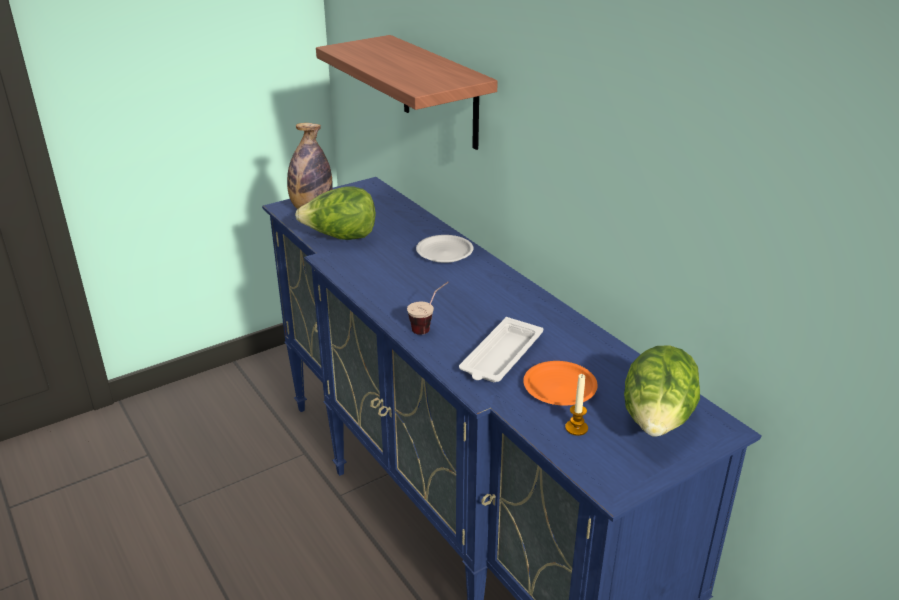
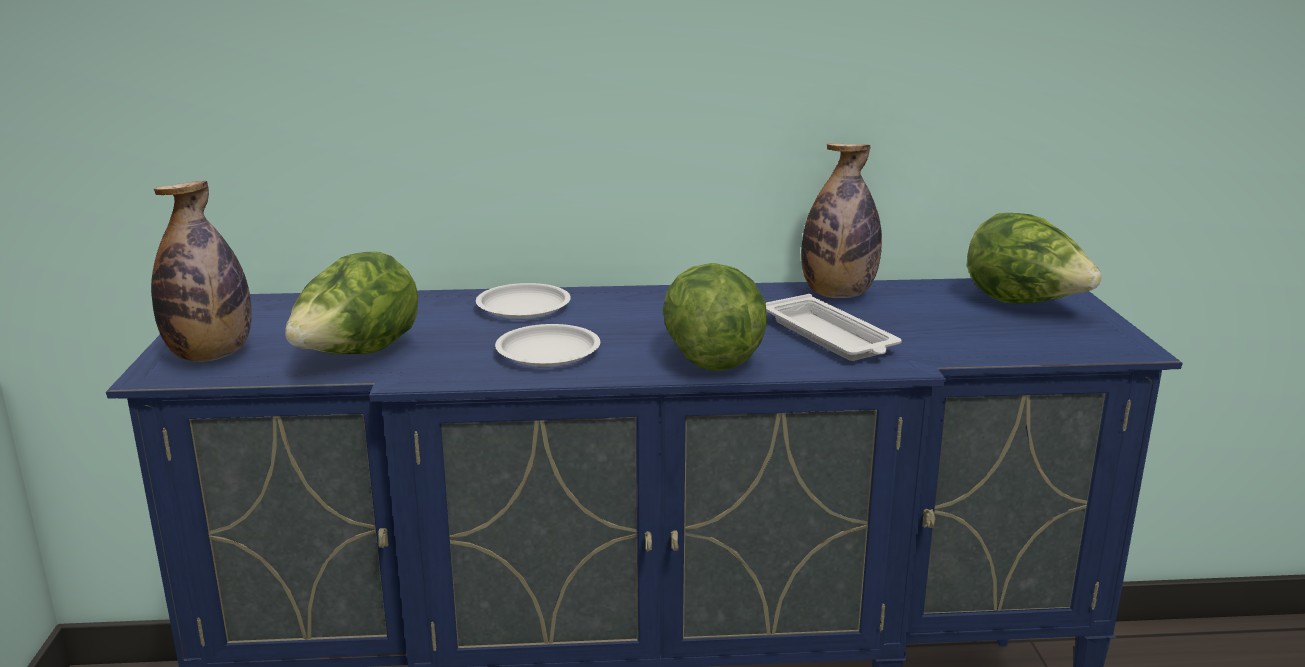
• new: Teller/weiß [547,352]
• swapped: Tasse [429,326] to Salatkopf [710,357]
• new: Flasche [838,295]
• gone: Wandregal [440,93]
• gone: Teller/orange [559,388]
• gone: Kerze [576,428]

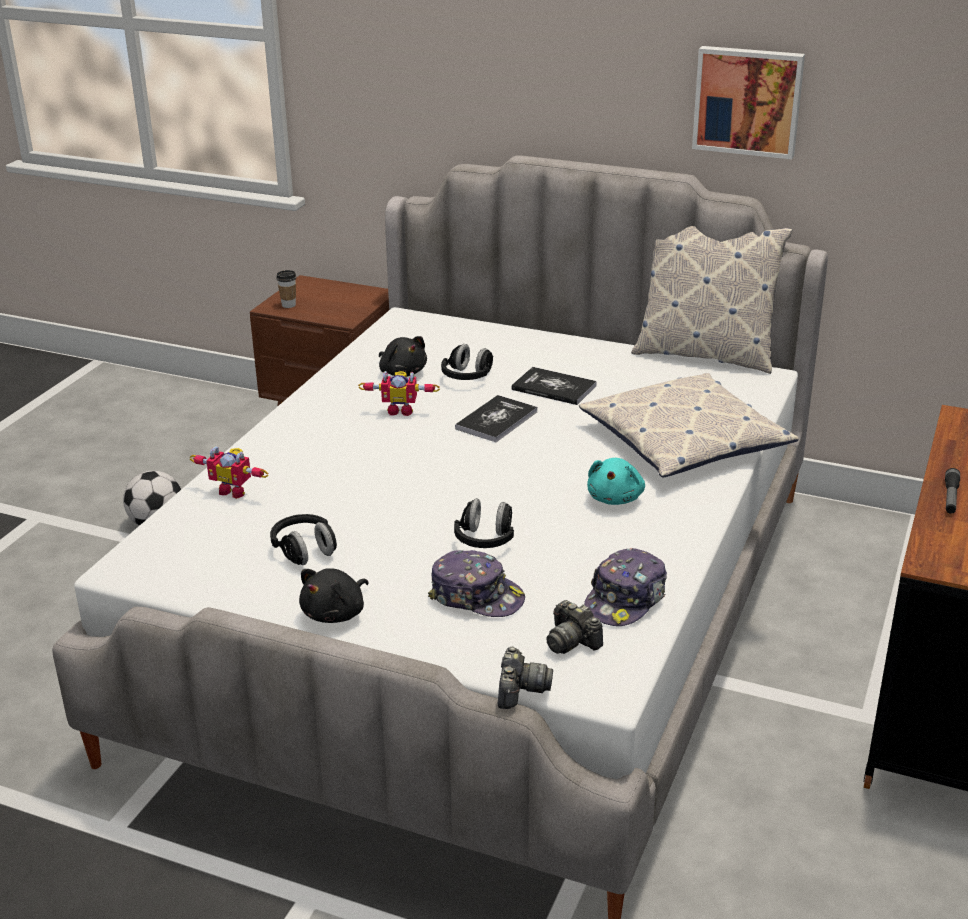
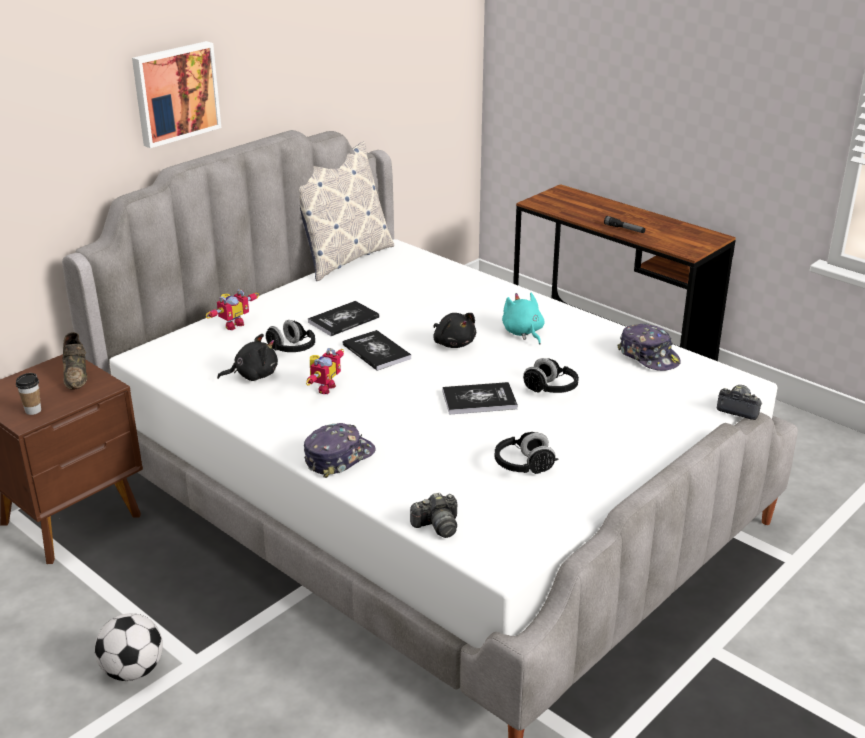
• new: Schuh/braun [76,375]
• shifted: Bild [748,101] to [175,93]
• shifted: Spielzeugroboter [234,490] to [232,324]
• shifted: Kappe [476,596] to [338,457]
• shifted: Kamera [572,641] to [437,526]
• shifted: Plüschtier/schwarz [336,613] to [453,343]
• new: Buch [479,400]
• rotated: Plüschtier/türkis [615,498] = [523,333] 150 degrees counterclockwise
• gone: Kissen [685,440]

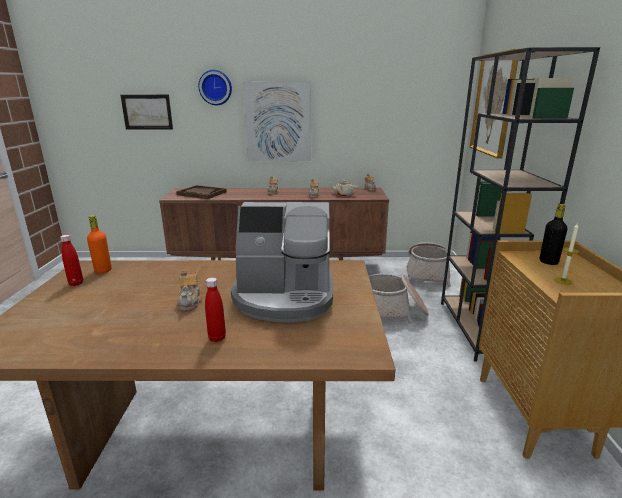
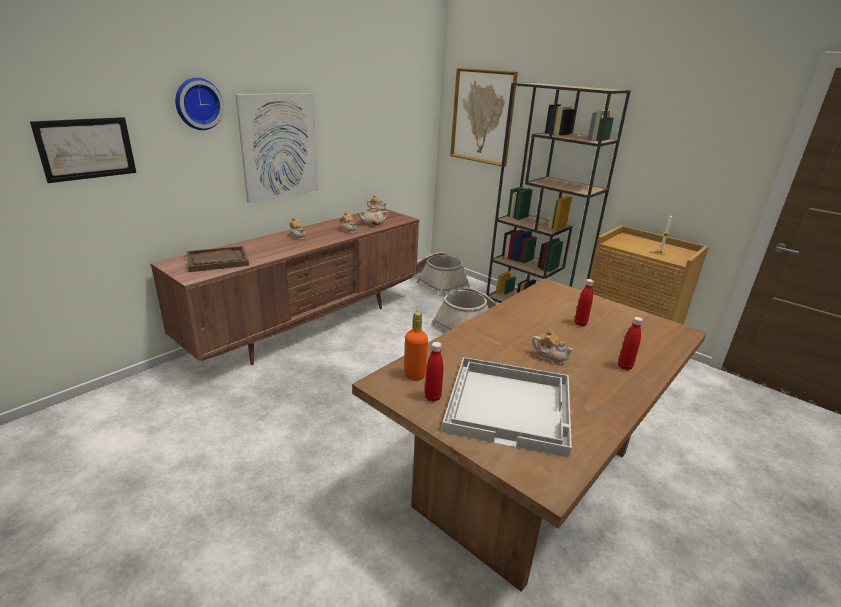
• new: Tablett/weiß [510,405]
• swapped: Kaffeemaschine [284,297] to Flasche/rot [580,323]
• gone: Flasche/schwarz [548,262]

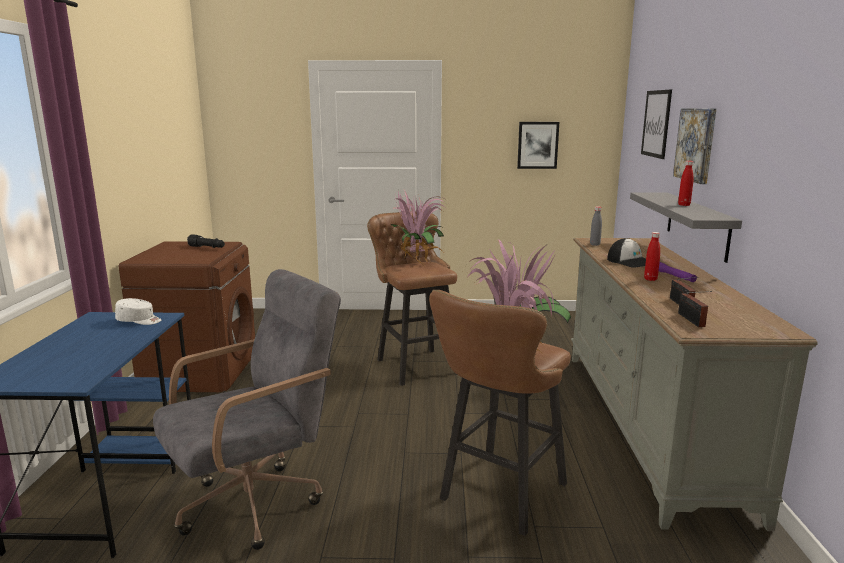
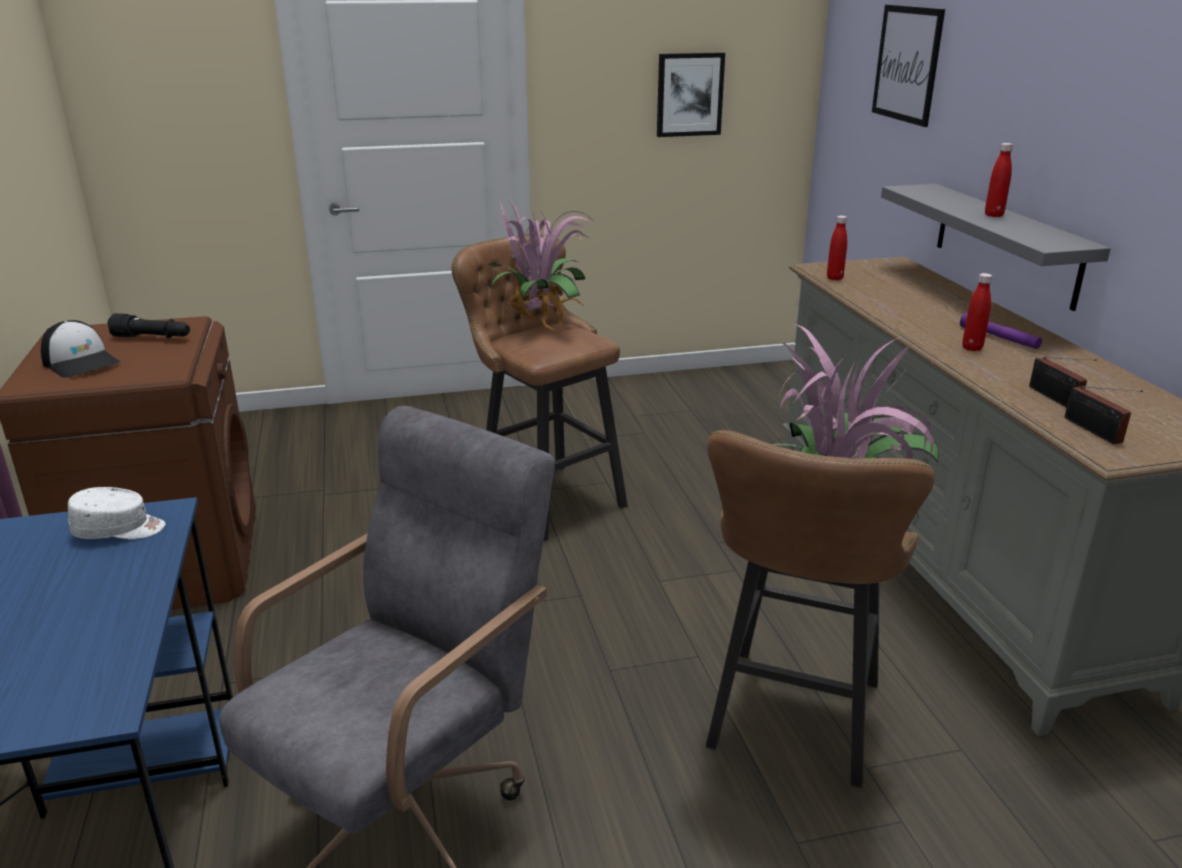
• shifted: Kappe [631,262] to [81,362]
• repainted: Flasche/grau [595,244] to Flasche/rot [834,278]
• gone: Bild [696,144]

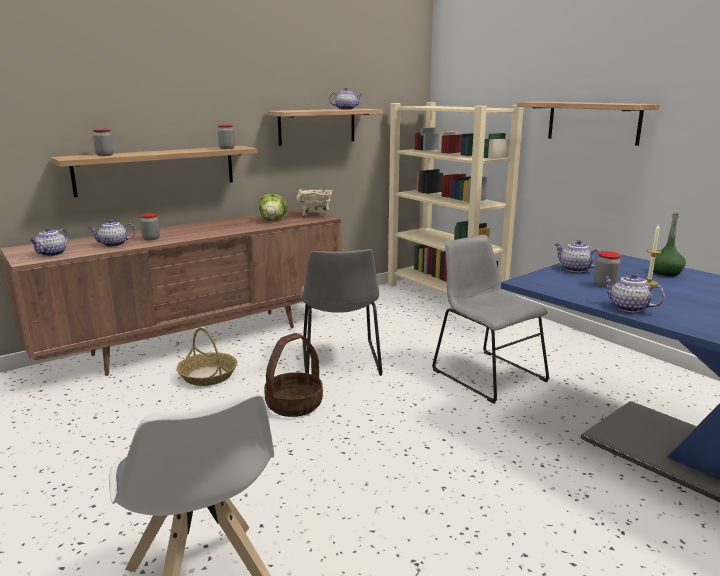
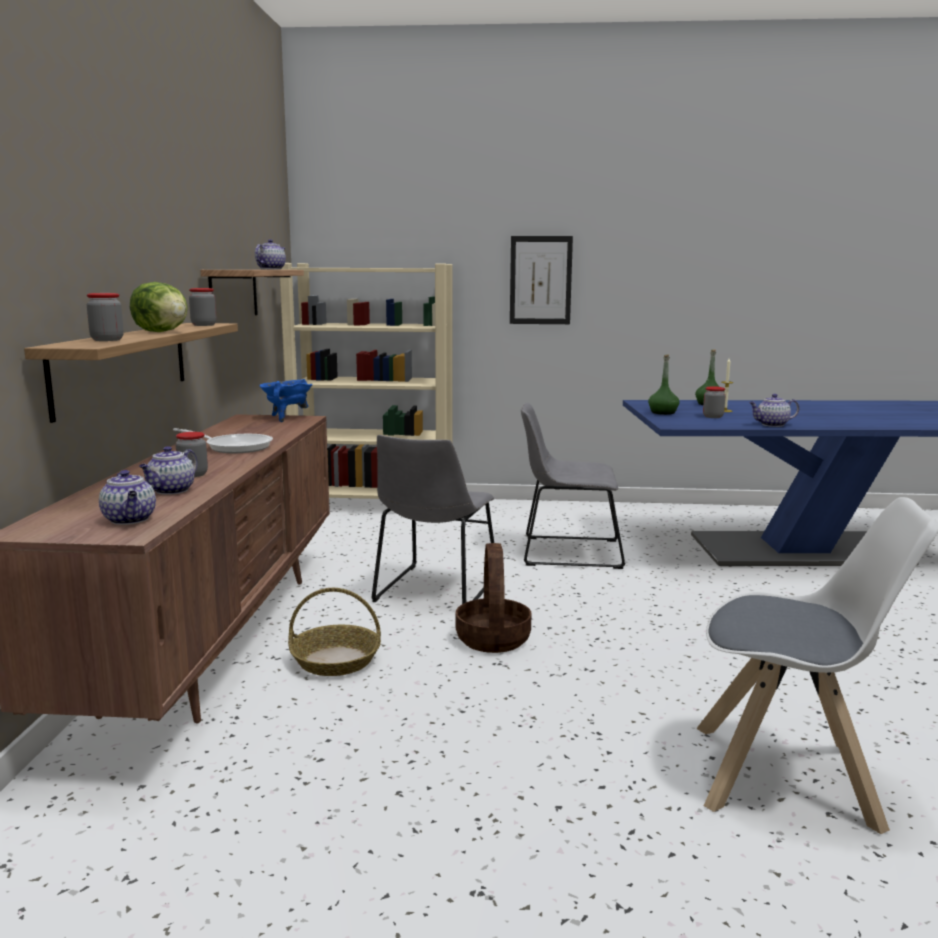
• shifted: Salatkopf [273,220] to [162,332]
• new: Pfanne [234,447]
• repainted: Kochtopf/beige [316,215] to Kochtopf/blau [286,418]
• rotated: Stuhl/grau [340,361] = [434,591] 75 degrees clockwise
• swapped: Wandregal [593,122] to Bild [540,280]
• swapped: Teekanne [575,269] to Flasche/grün [663,412]

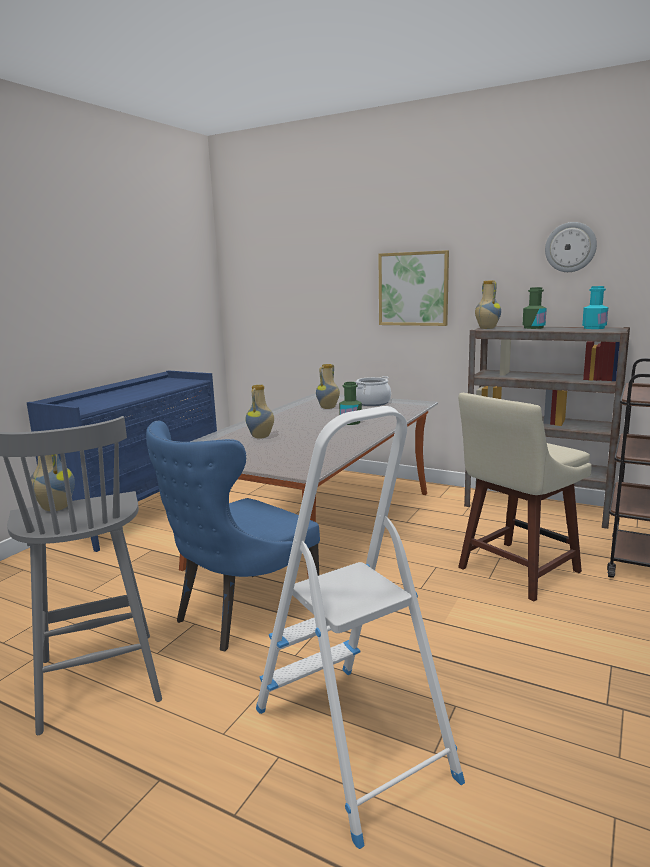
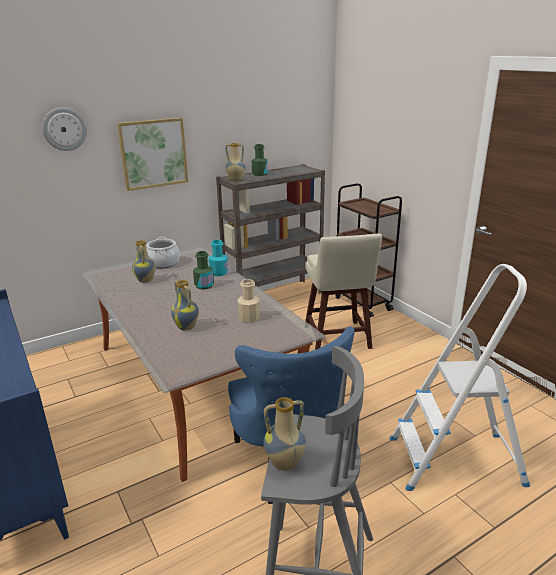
• shifted: Wanduhr [570,247] to [64,129]
• shifted: Flasche/türkis [594,328] to [219,272]
• new: Flasche/beige [249,318]

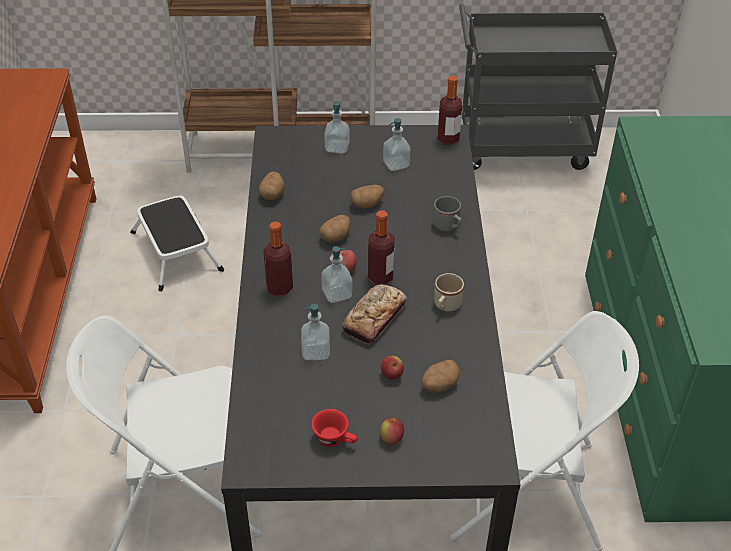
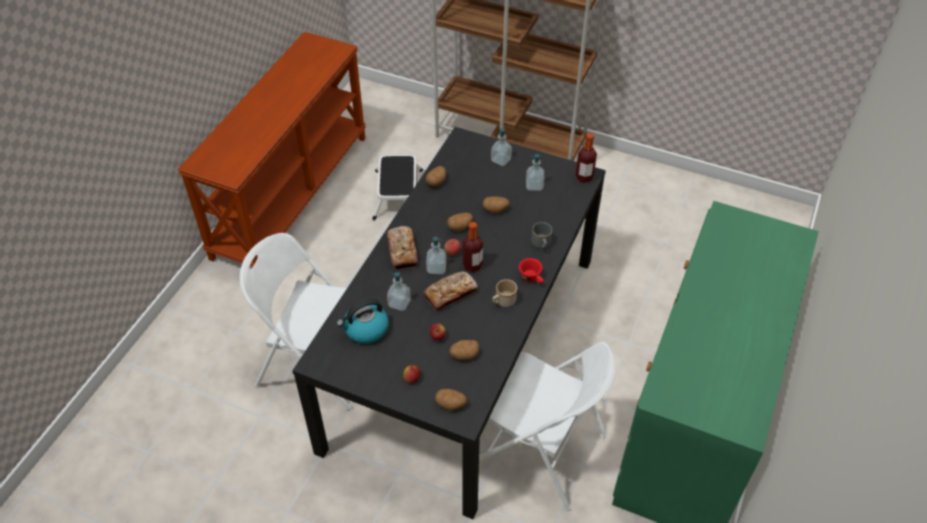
• new: Wasserkessel [365,329]
• swapped: Flasche [279,288] to Brot [402,251]
• new: Kartoffel [451,404]
• shifted: Tasse/rot [335,439] to [532,278]
• gone: Rollwagen/grau [519,153]

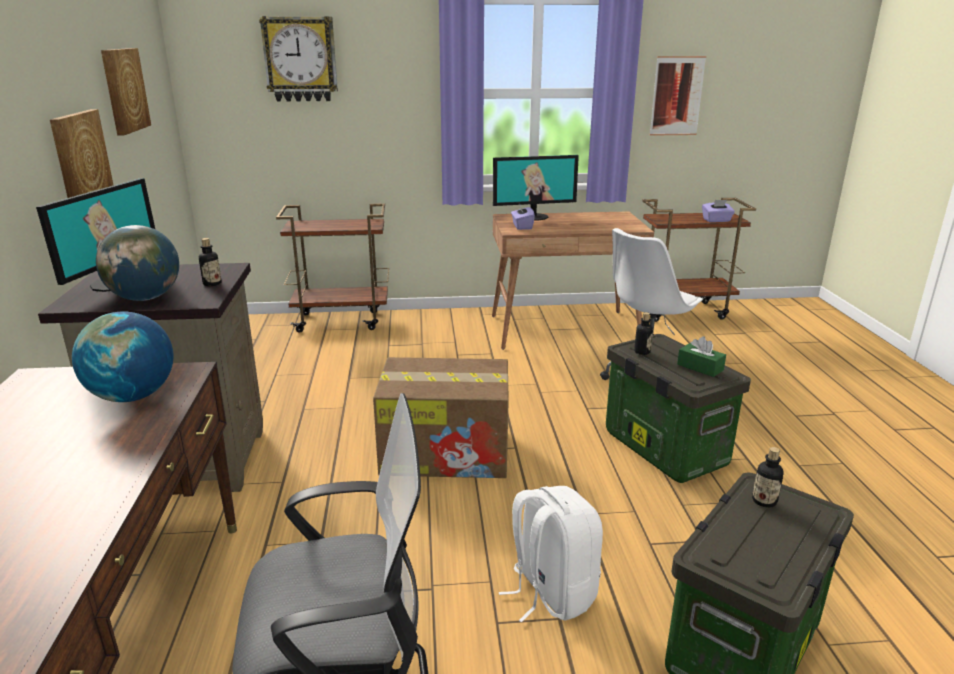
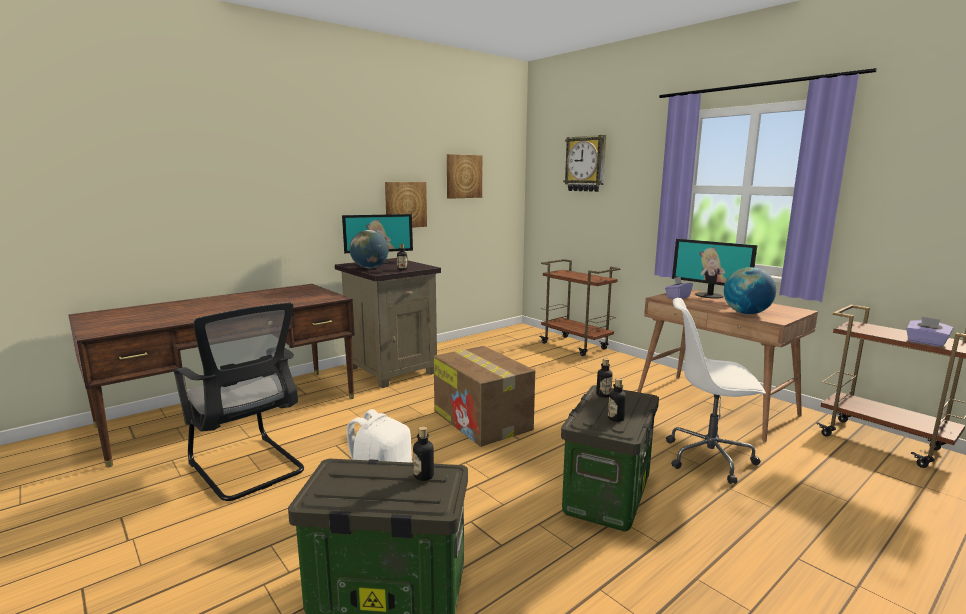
• swapped: Taschentuchbox/grün [700,367] to Flasche [616,418]
• shifted: Globus [133,396] to [746,313]
• gone: Bild [677,96]

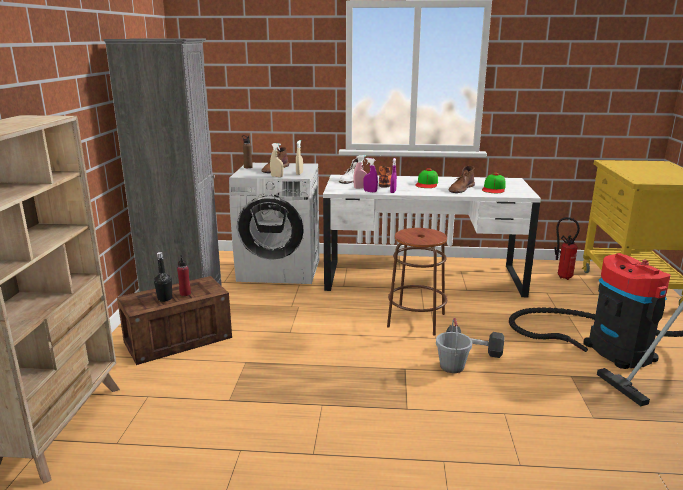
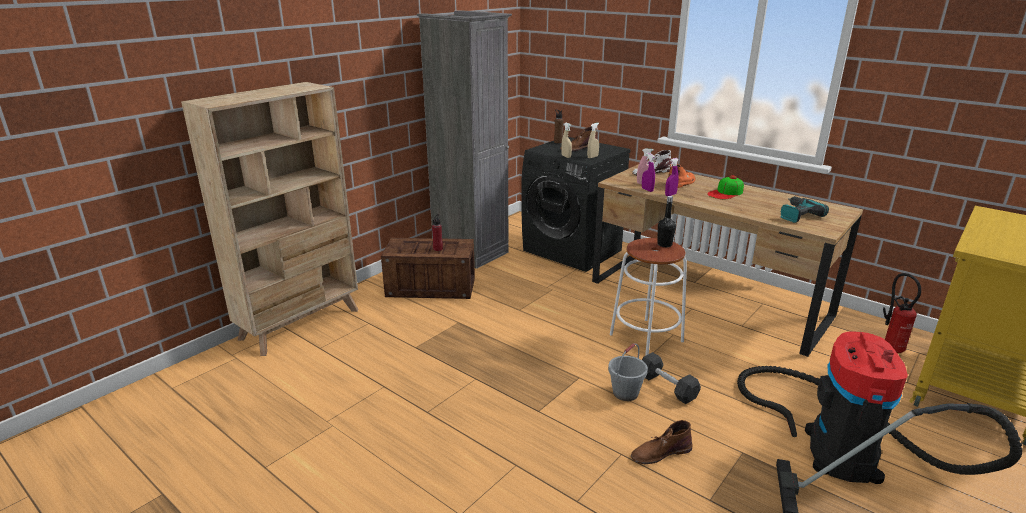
• repainted: Waschmaschine/weiß [280,272] to Waschmaschine/schwarz [572,252]
• repainted: Schreibtisch/weiß [422,278] to Schreibtisch/braun [707,298]
• repainted: Hocker/braun [416,320] to Hocker/weiß [646,338]
• shifted: Stiefel/braun [461,189] to [660,452]
• shifted: Flasche/schwarz [165,299] to [664,244]
• swapped: Kappe [494,188] to Bohrmaschine [797,215]

